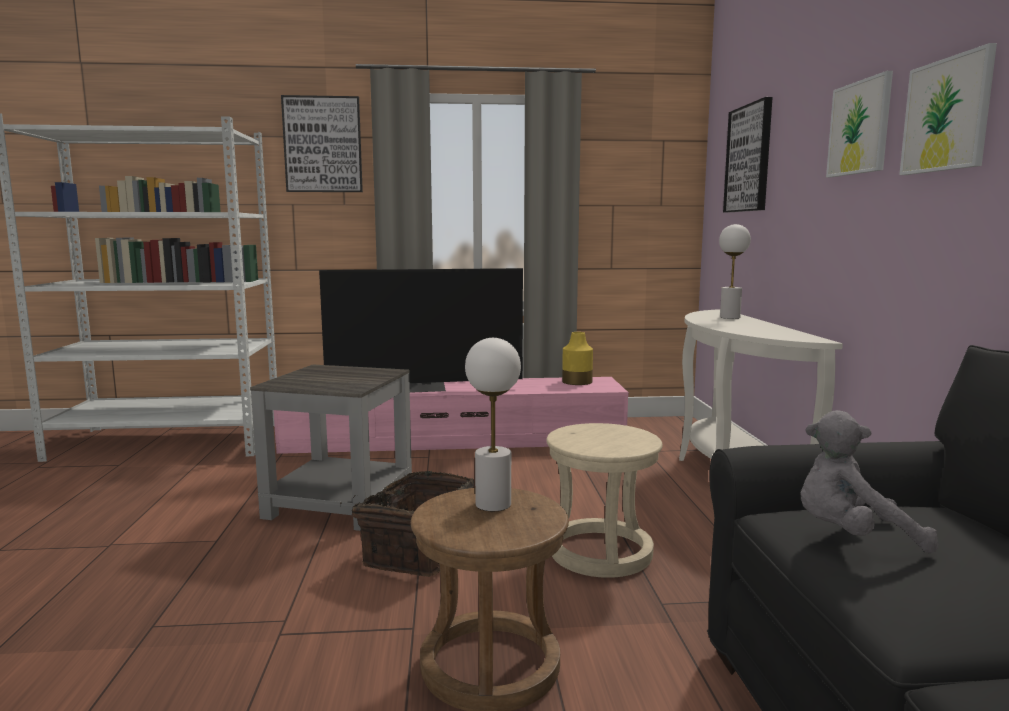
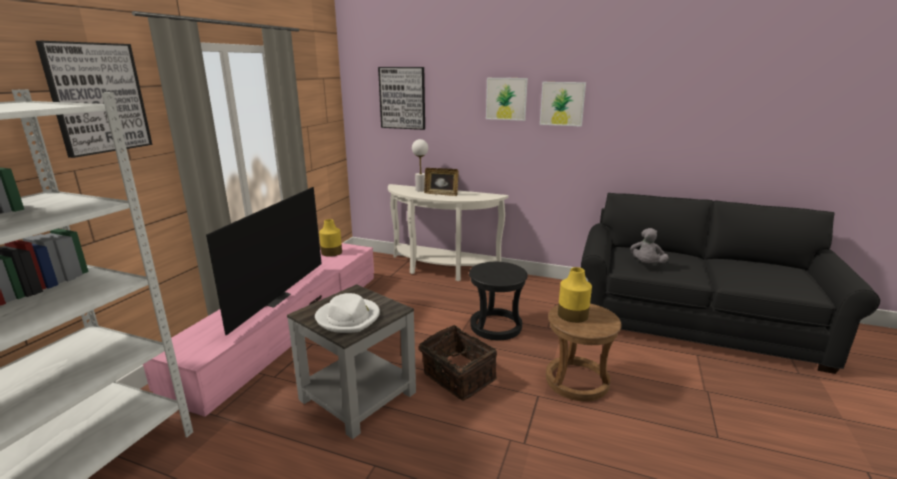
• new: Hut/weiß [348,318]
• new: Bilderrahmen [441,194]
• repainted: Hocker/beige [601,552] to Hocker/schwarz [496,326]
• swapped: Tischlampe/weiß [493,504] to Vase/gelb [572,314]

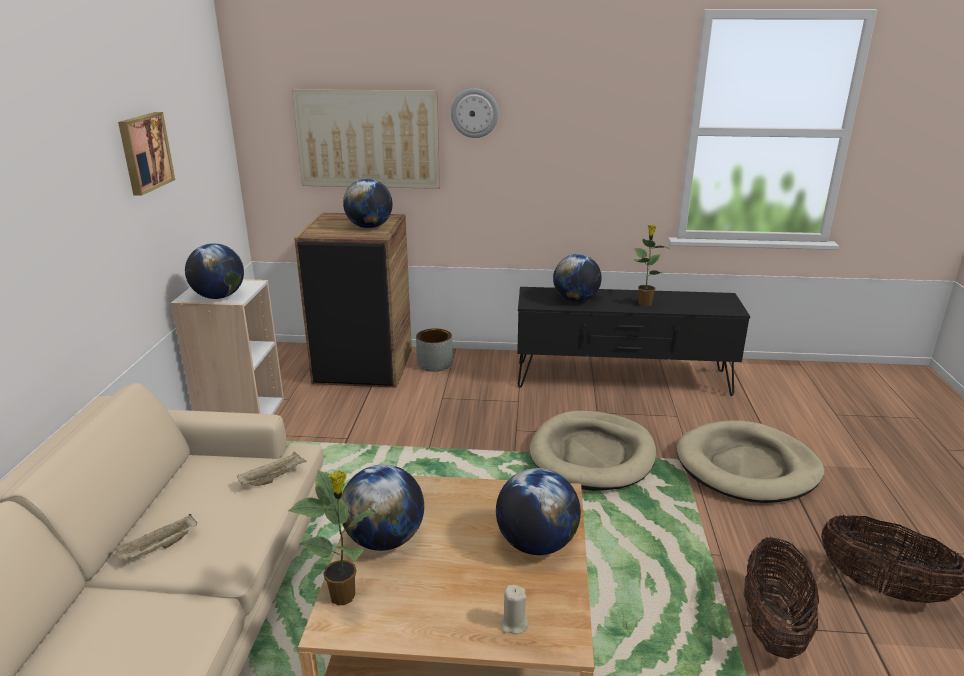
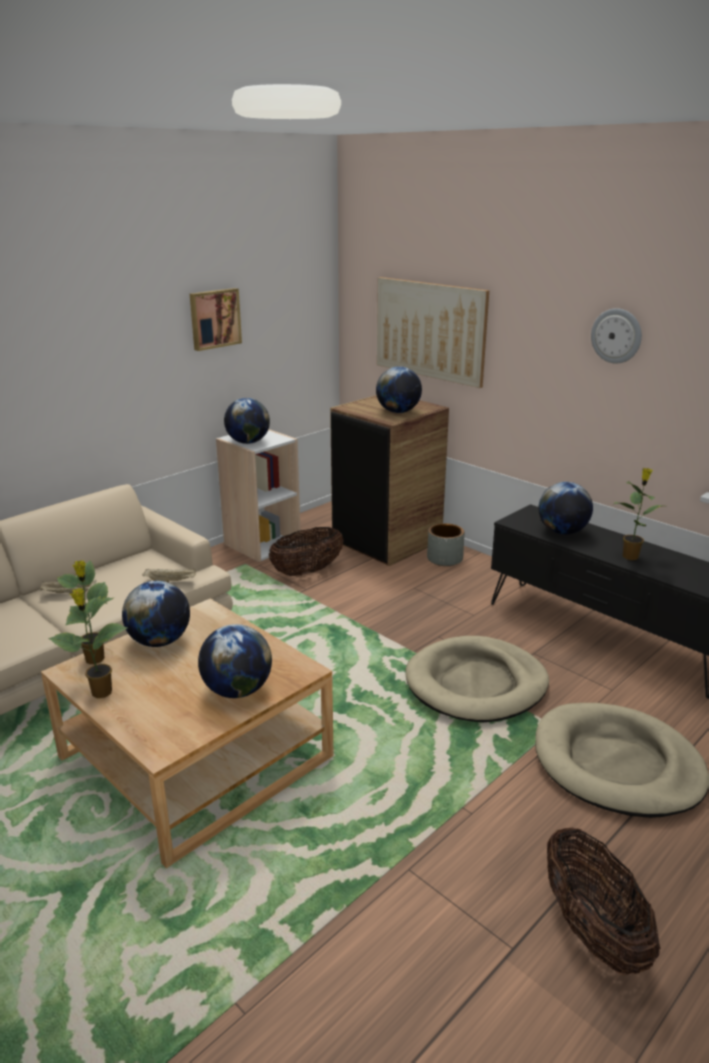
• new: Topfpflanze [100,693]
• shifted: Korb [772,626] to [307,571]
• shifted: Wanduhr [474,113] to [616,335]
• gone: Kerze/beige [513,624]

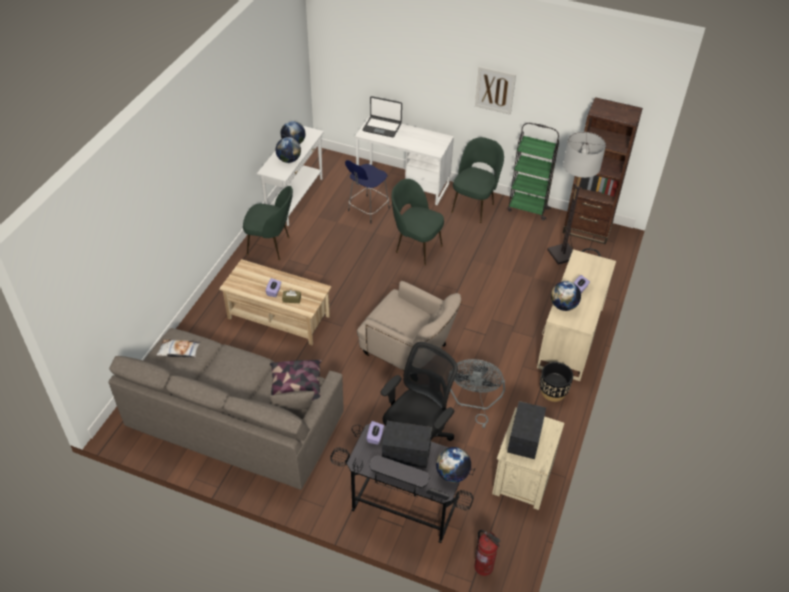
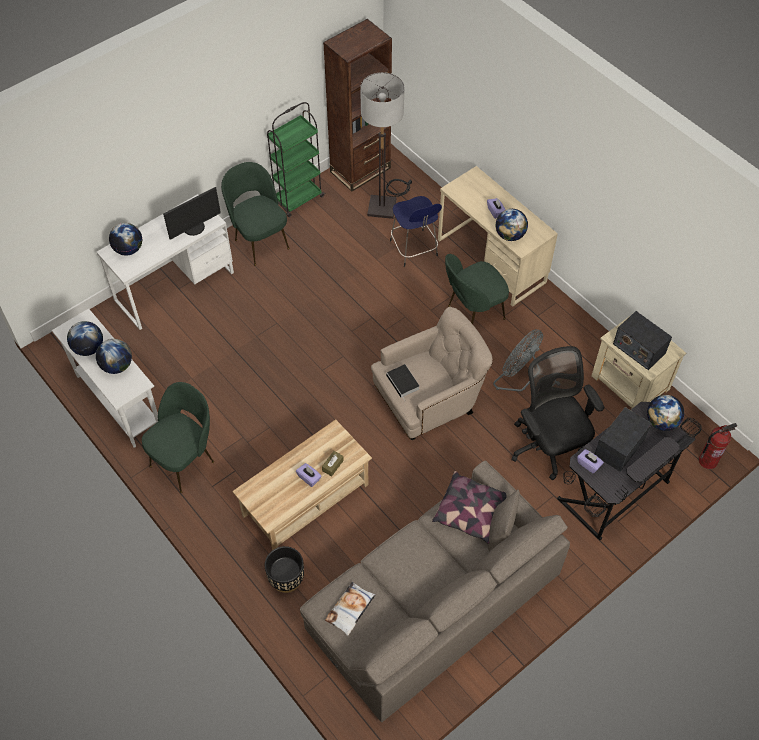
• swapped: Laptop [382,127] to Globus [129,249]
• new: Monitor [194,228]
• shifted: Pflanzkübel/schwarz [553,392] to [286,578]
• new: Buch [403,383]
• shifted: Hocker/blau [367,210] to [414,249]
• shifted: Stuhl/grün [415,247] to [472,314]
• gone: Bild [495,90]

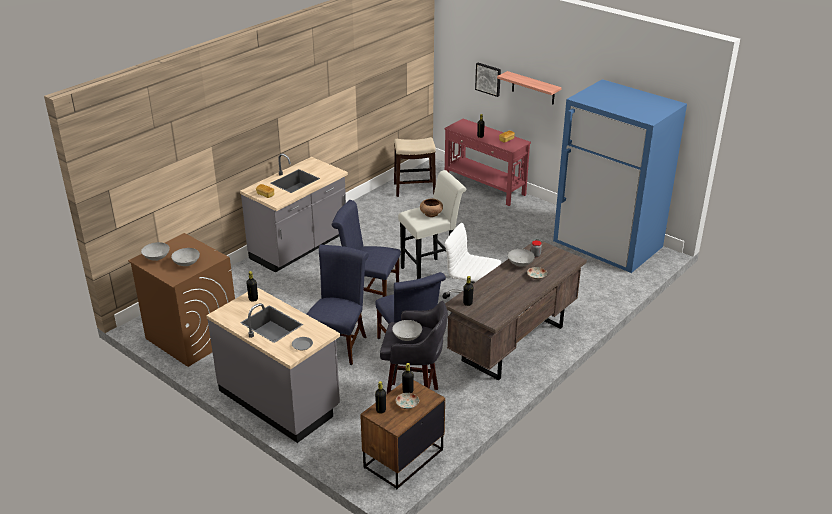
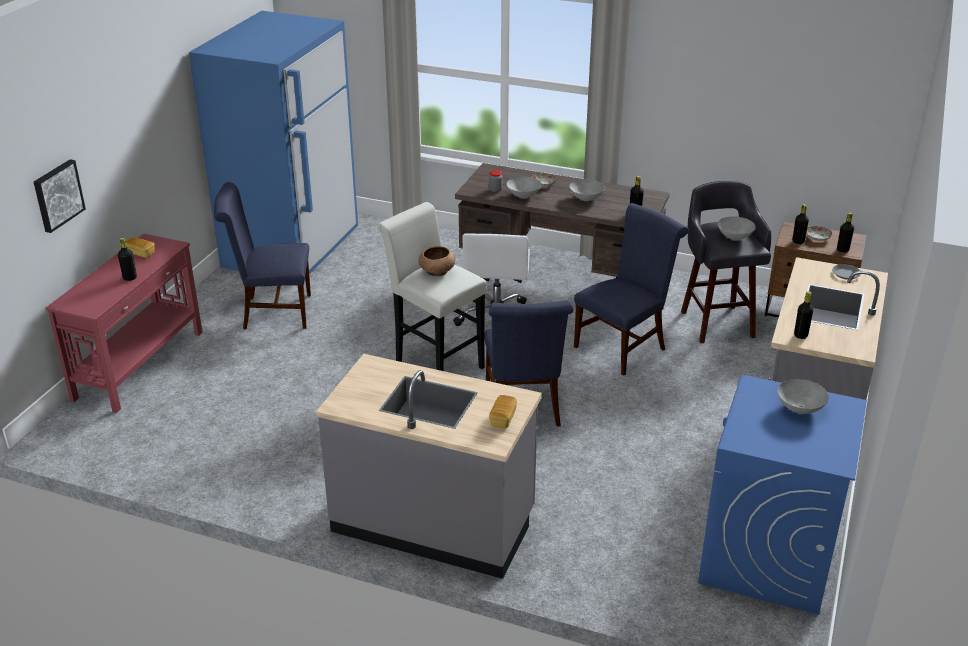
• shifted: Stuhl/blau [338,344] to [272,312]
• shifted: Schüssel/grau [156,258] to [587,198]
• repainted: Waschmaschine/braun [192,337] to Waschmaschine/blau [767,557]
• gone: Hocker [415,189]
• gone: Wandregal [533,88]

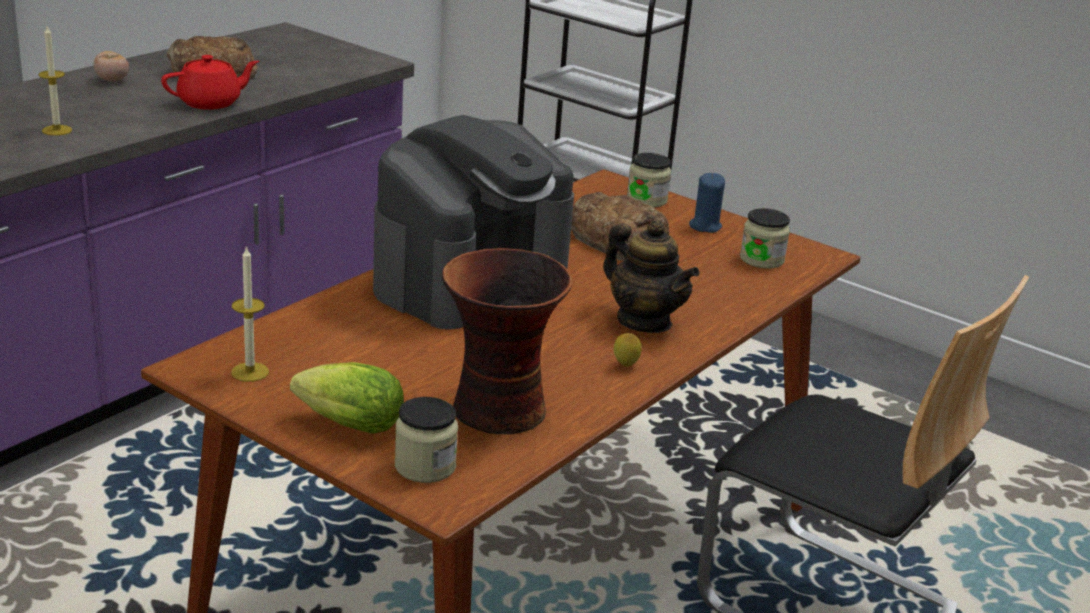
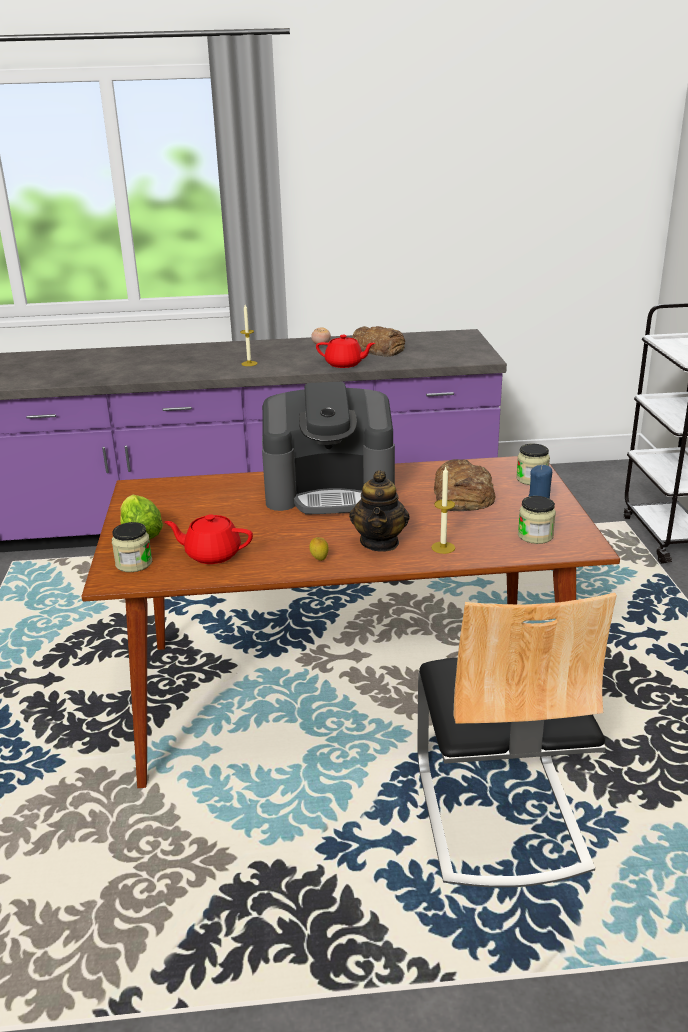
• swapped: Vase [497,412] to Teekanne/rot [212,554]
• shifted: Kerze [250,372] to [443,547]

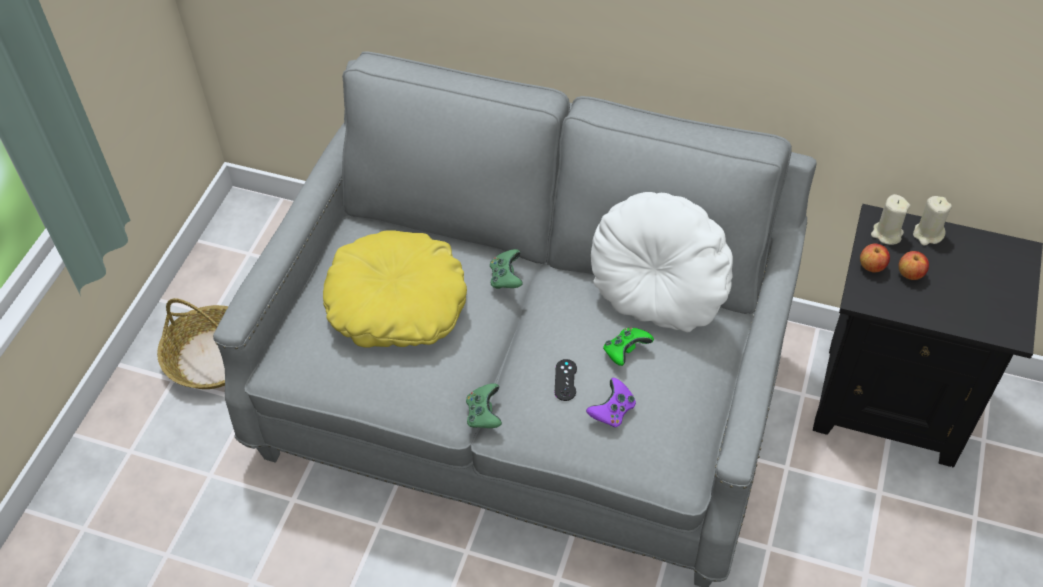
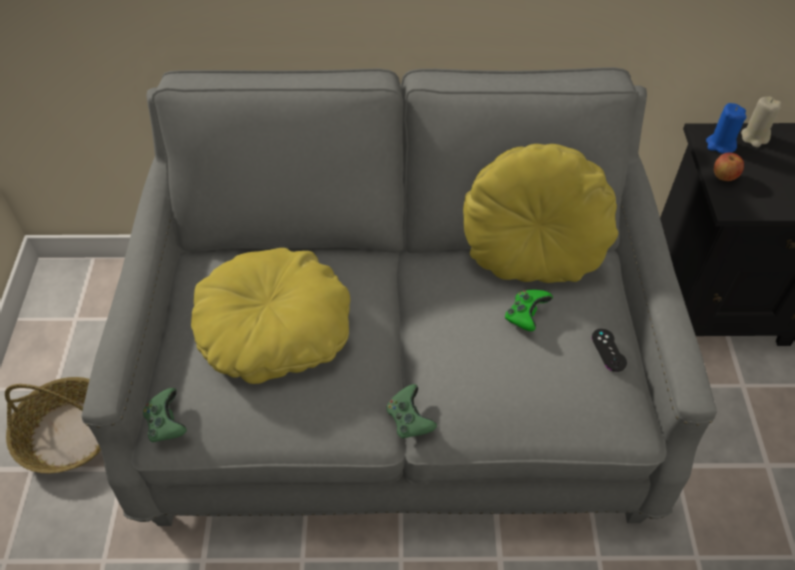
• shifted: Gamepad/grün [506,278] to [166,424]
• repainted: Kissen/weiß [656,302] to Kissen/gelb [530,261]
• shifted: Gamepad/schwarz [565,380] to [608,350]
• repainted: Kerze/beige [886,234] to Kerze/blau [720,145]
• gone: Gamepad/lila [612,411]
• gone: Apfel [910,274]

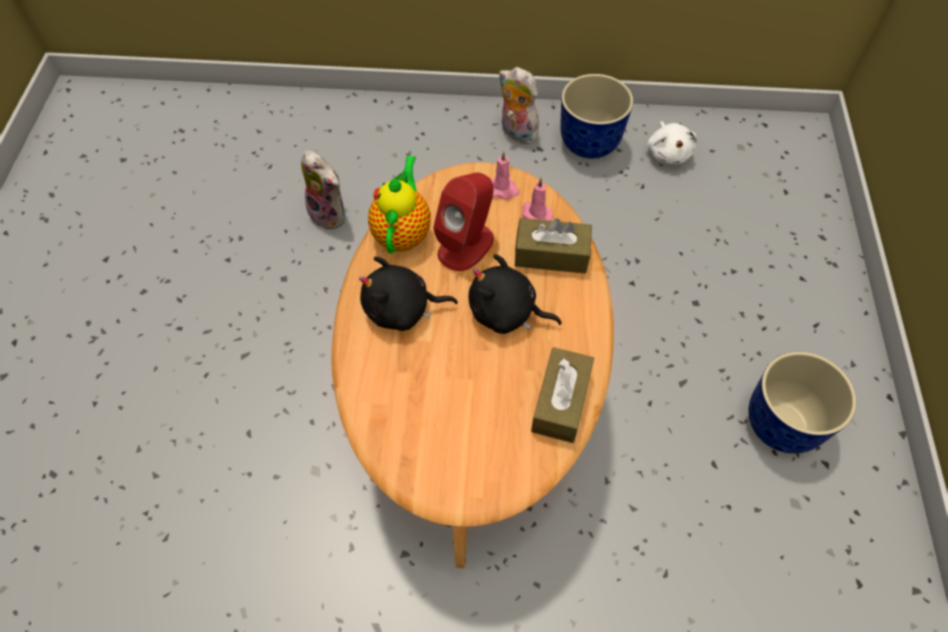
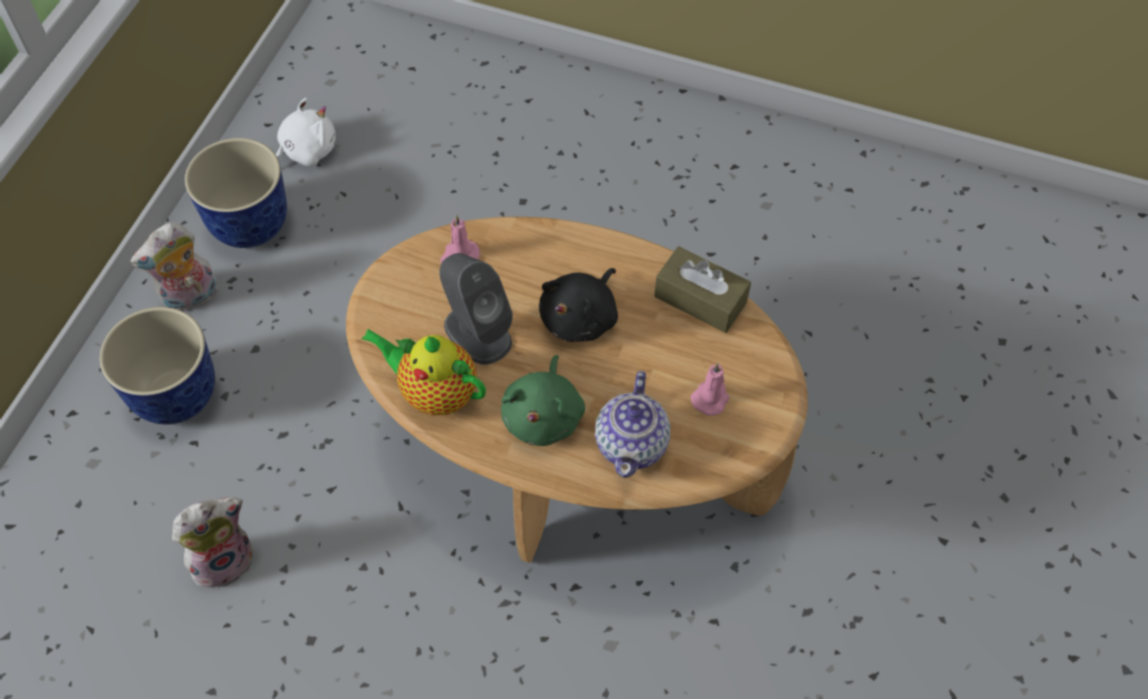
• shifted: Pflanzkübel [781,424] to [175,394]
• rotated: Plüschtier/weiß [668,153] = [305,151] 45 degrees counterclockwise
• repainted: Lautsprecher/rot [466,245] to Lautsprecher/grau [477,332]
• repainted: Plüschtier/schwarz [402,309] to Plüschtier/grün [544,415]
• new: Teekanne [632,443]
• shifted: Kerze/rosa [503,190] to [711,397]
• gone: Taschentuchbox/braun [551,255]

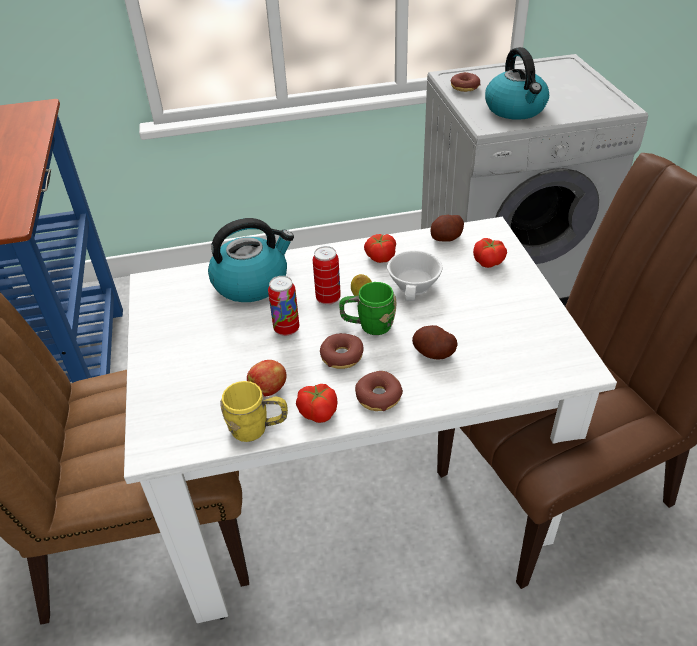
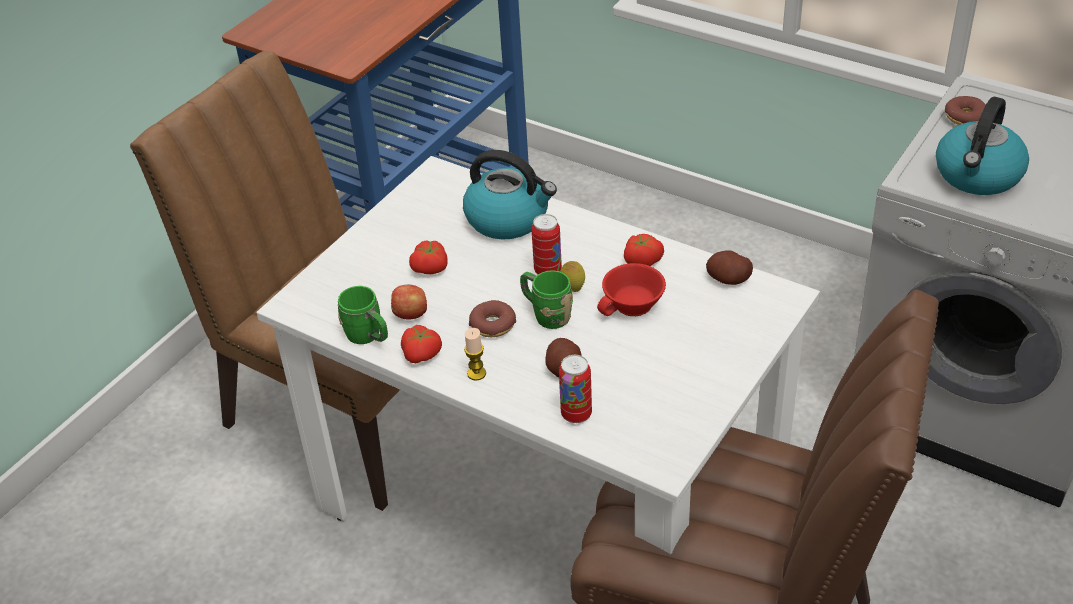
• repainted: Henkelbecher/gelb [257,428] to Henkelbecher/grün [368,337]
• shifted: Tomate [489,261] to [431,268]
• swapped: Donut [378,397] to Kerze [476,373]
• shifted: Dose [286,329] to [576,414]
• repainted: Tasse/weiß [416,286] to Tasse/rot [633,306]

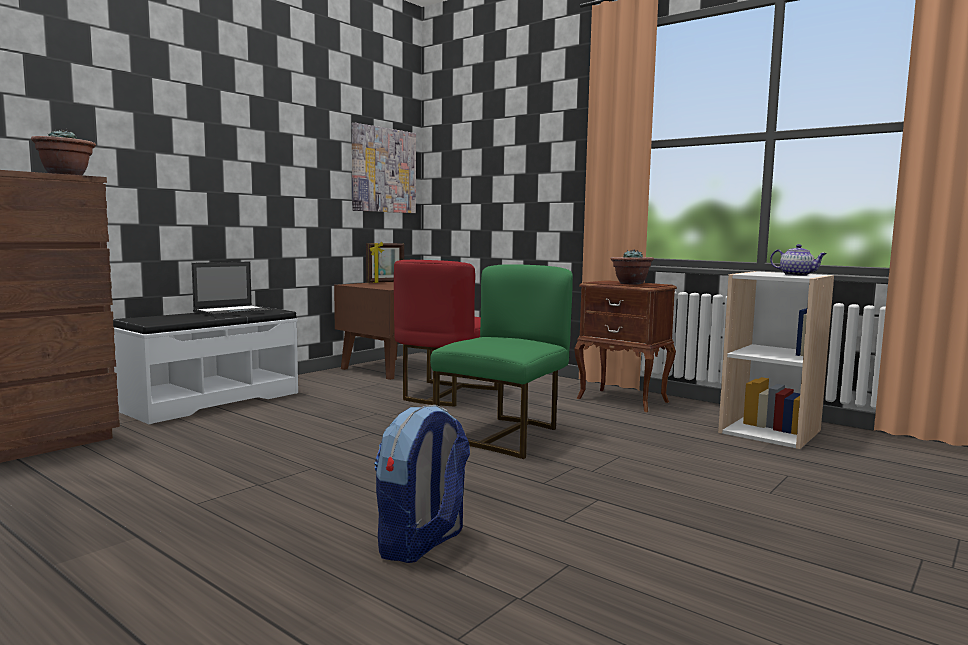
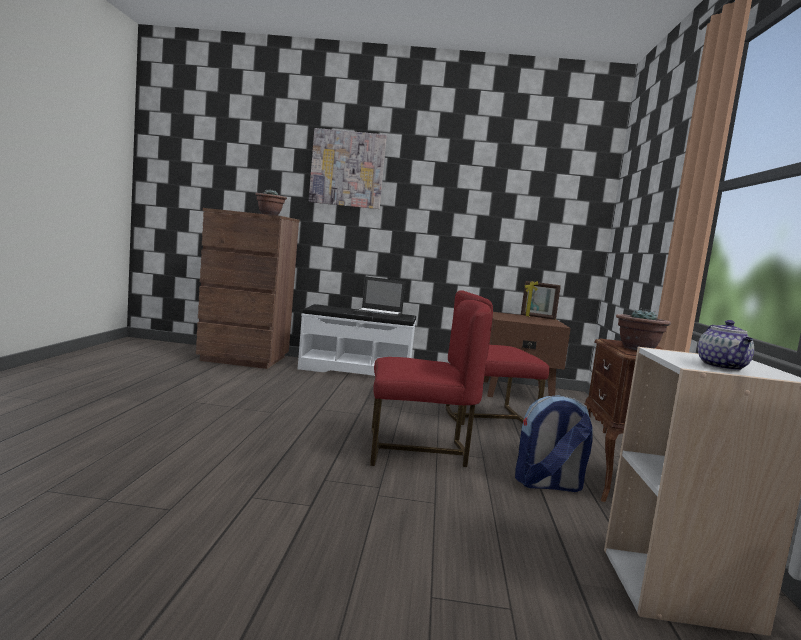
• shifted: Bild [383,170] to [347,169]
• repainted: Stuhl/grün [504,435] to Stuhl/rot [417,451]
• shifted: Rucksack [422,544] to [548,485]

